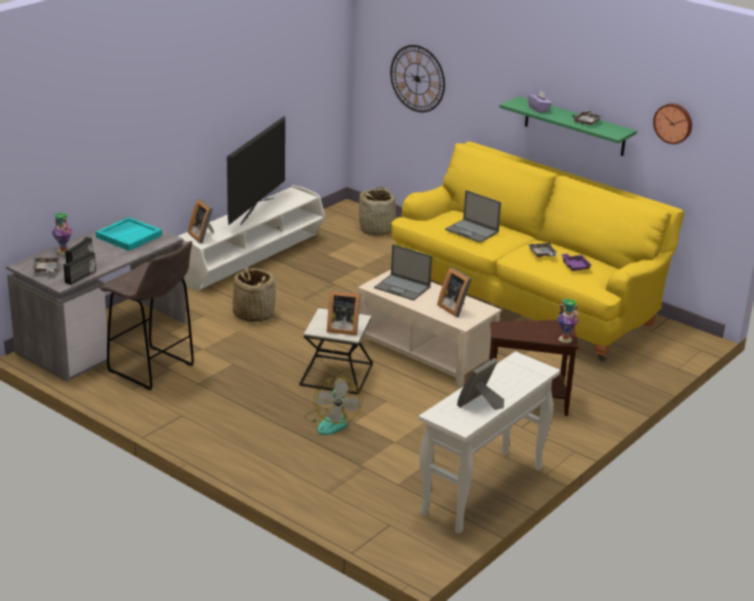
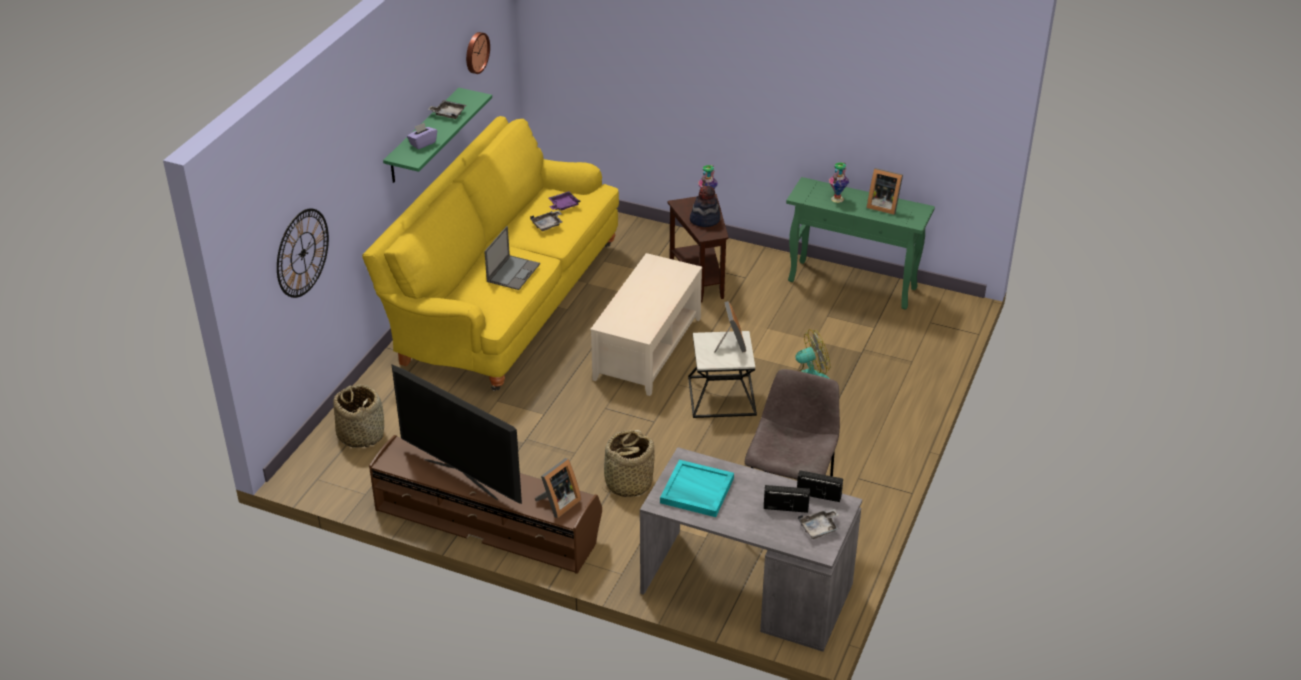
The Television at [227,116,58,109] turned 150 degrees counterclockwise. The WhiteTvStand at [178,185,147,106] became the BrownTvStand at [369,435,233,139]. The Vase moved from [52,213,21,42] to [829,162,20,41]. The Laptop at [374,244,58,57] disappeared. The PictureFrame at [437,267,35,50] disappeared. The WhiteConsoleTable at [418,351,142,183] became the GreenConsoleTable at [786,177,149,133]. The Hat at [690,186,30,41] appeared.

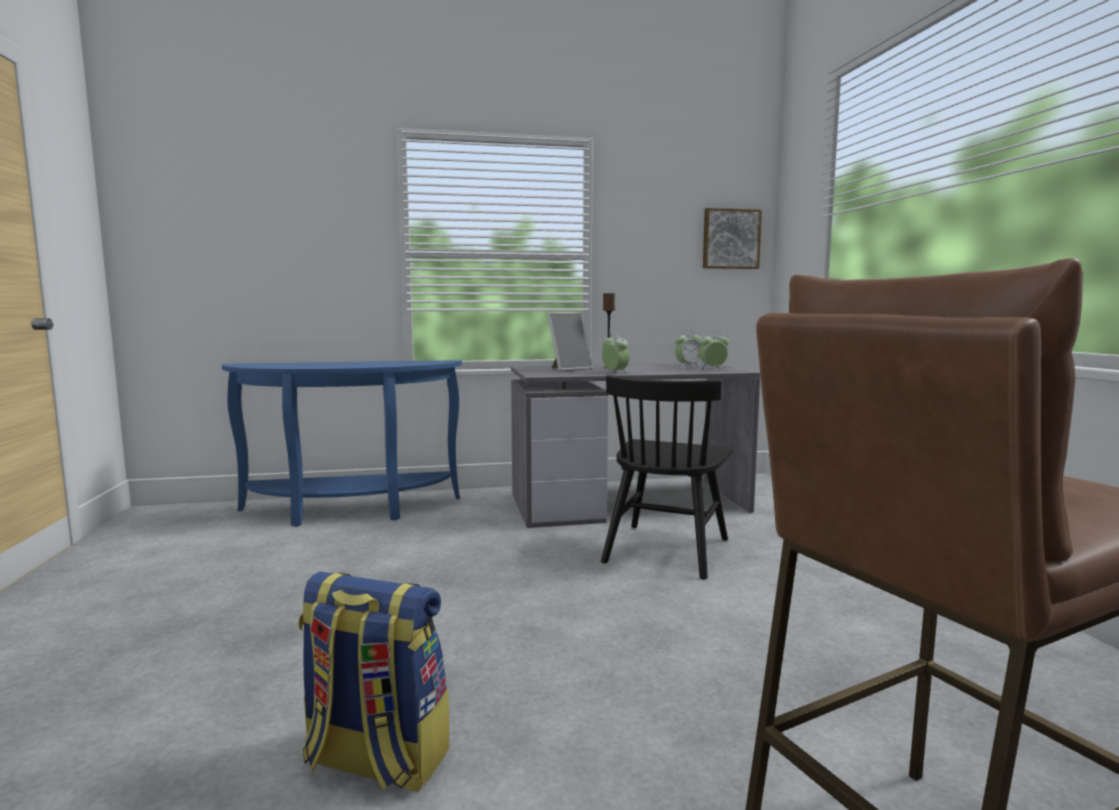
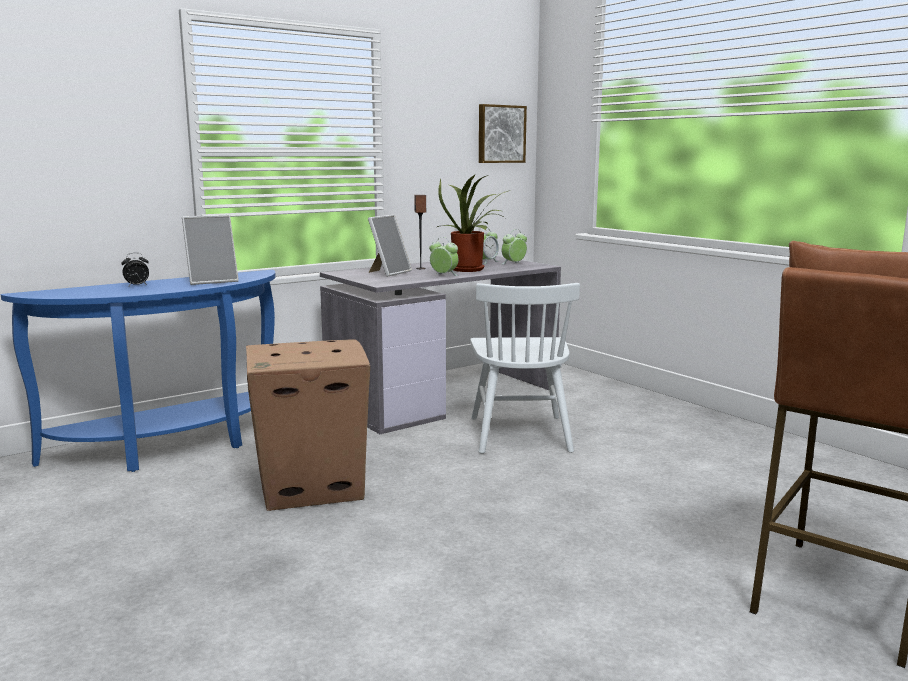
The BlackChair at [601,375,132,205] became the WhiteChair at [470,283,110,171]. The Backpack at [298,572,151,220] disappeared. The PottedPlant at [436,174,71,98] appeared. The PictureFrame at [182,215,57,70] appeared. The AlarmClock at [121,253,28,33] appeared. The CardboardBox at [246,339,124,172] appeared.

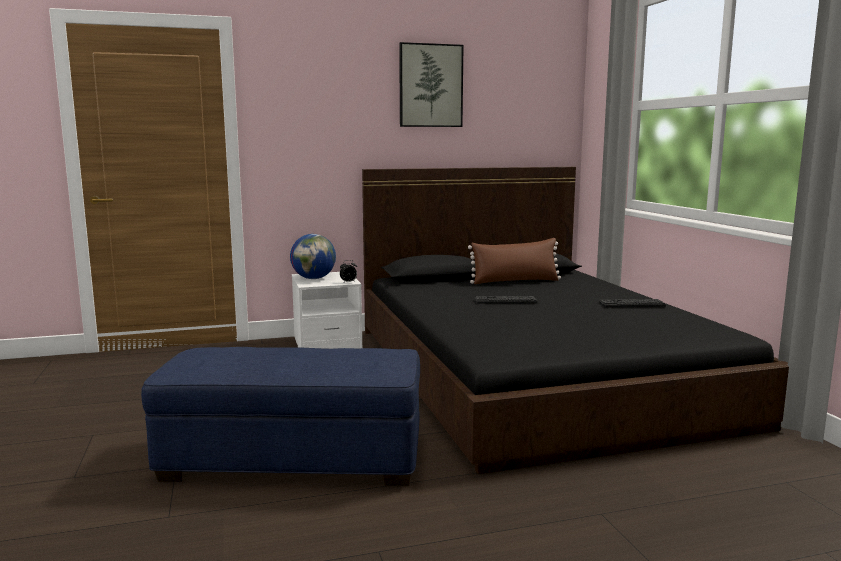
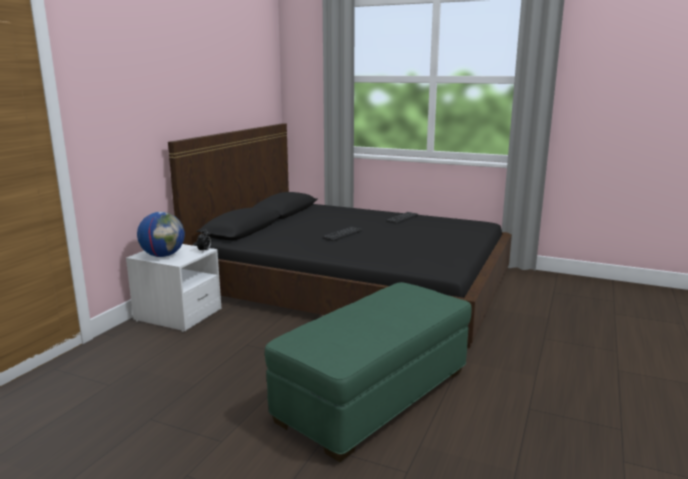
The Picture at [399,42,64,85] disappeared. The BrownPillow at [468,238,93,46] disappeared. The BlueOttoman at [141,347,279,139] became the GreenOttoman at [265,282,207,180].

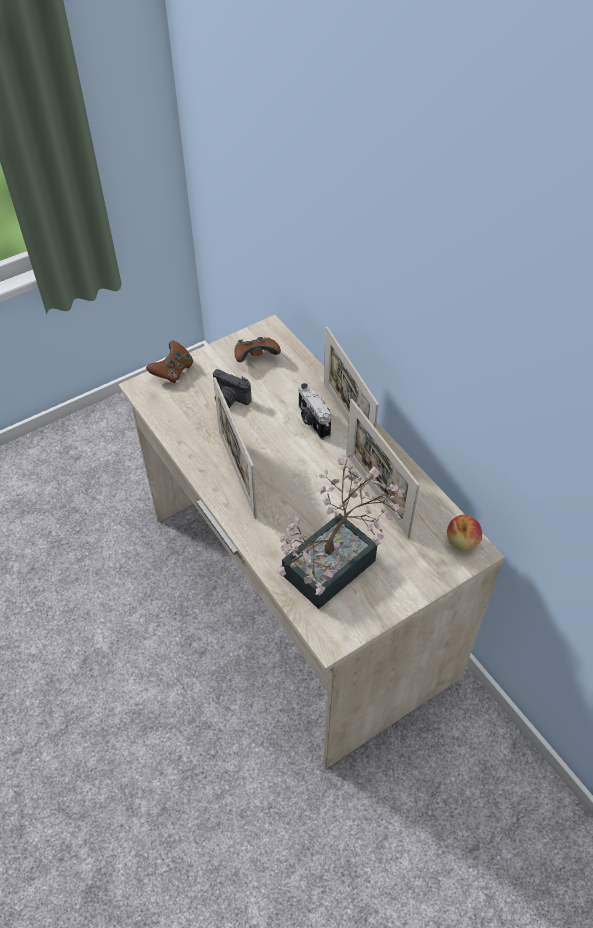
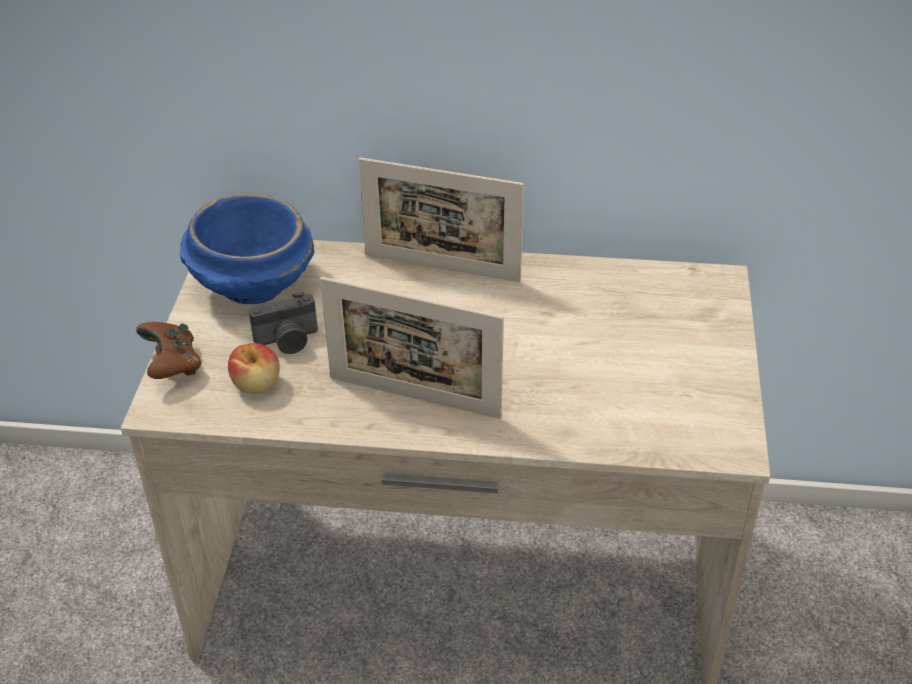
The BrownGameController at [235,337,46,25] was replaced by the BlueBowl at [180,193,134,111]. The PhotoCamera at [298,382,33,58] disappeared. The PictureFrame at [346,399,74,139] disappeared. The PottedPlant at [277,452,129,157] disappeared. The Apple moved from [447,515,35,36] to [228,343,52,51].

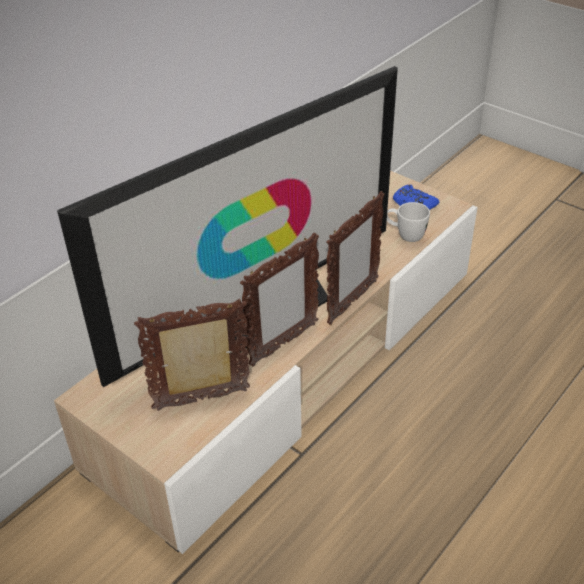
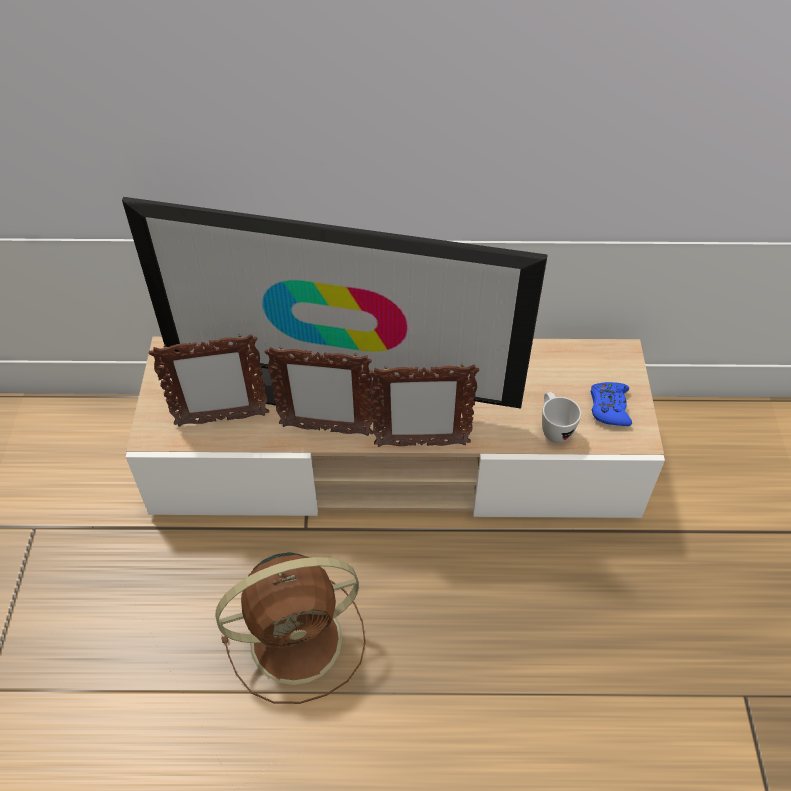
The PictureFrame at [134,299,116,112] turned 135 degrees clockwise. The BrownFan at [215,552,151,152] appeared.

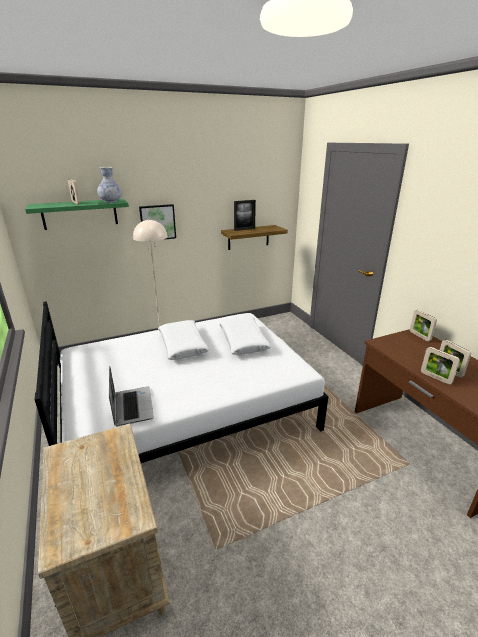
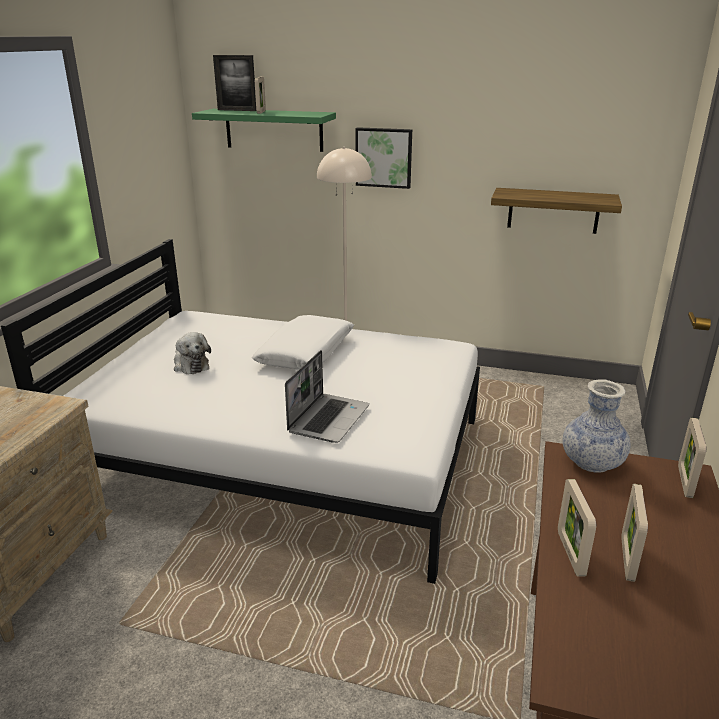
The Vase moved from [97,167,25,35] to [563,379,68,94]. The PictureFrame moved from [234,200,22,31] to [213,55,43,56]. The WhitePillow at [219,317,53,38] disappeared. The Laptop moved from [109,367,45,59] to [285,350,84,93]. The PlushToy at [174,332,37,42] appeared.

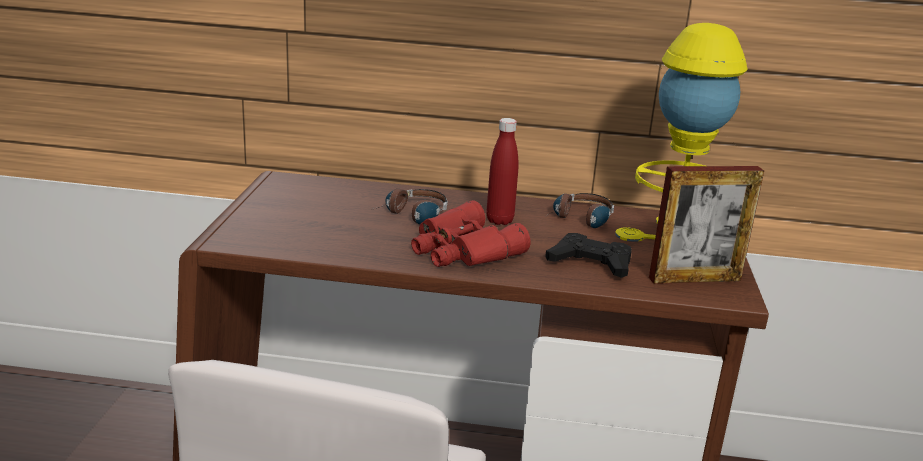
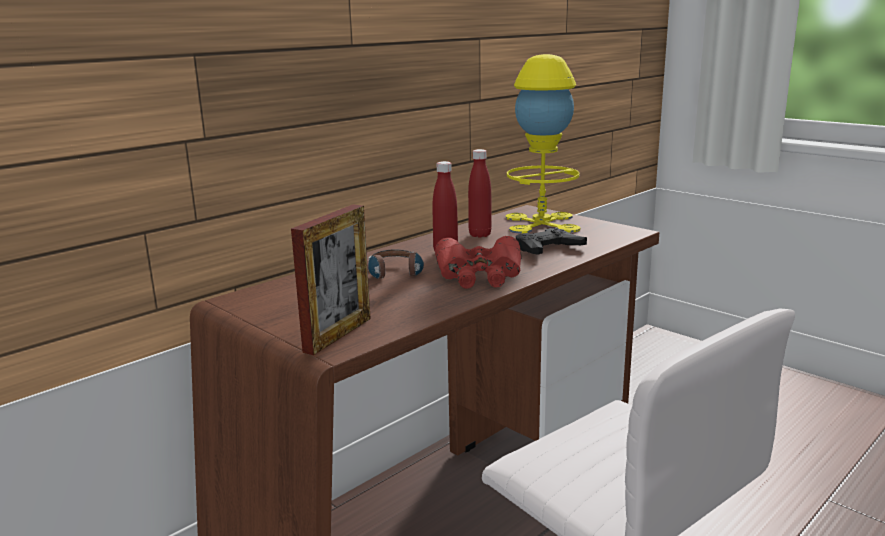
The PictureFrame moved from [649,166,115,118] to [291,204,80,151]. The Headphones at [545,193,69,35] was replaced by the RedBottle at [468,149,24,89].

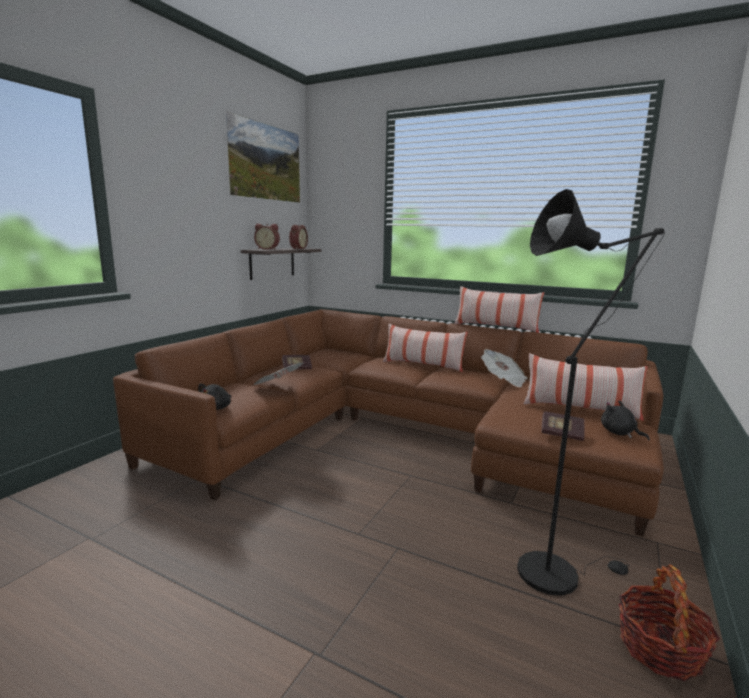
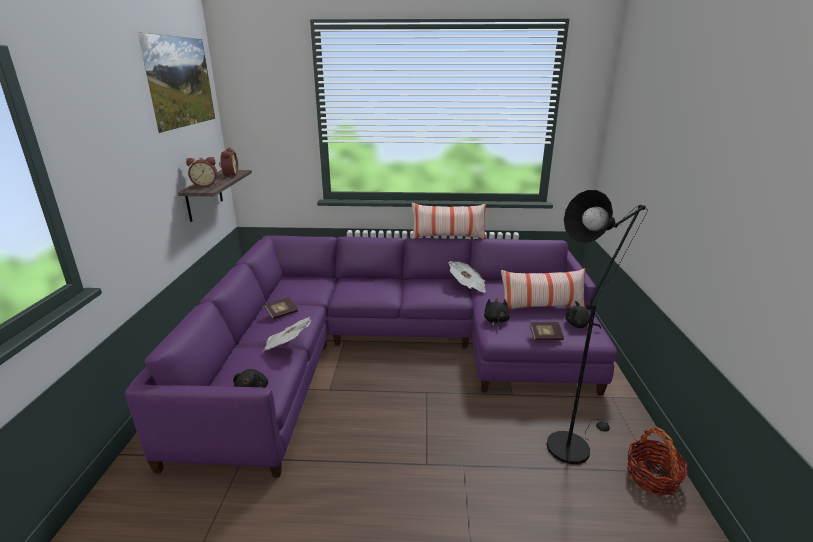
The BrownSofa at [113,309,551,227] became the PurpleSofa at [125,236,492,242]. The Pillow at [383,324,85,48] disappeared. The BlackPlushToy at [484,298,26,32] appeared.

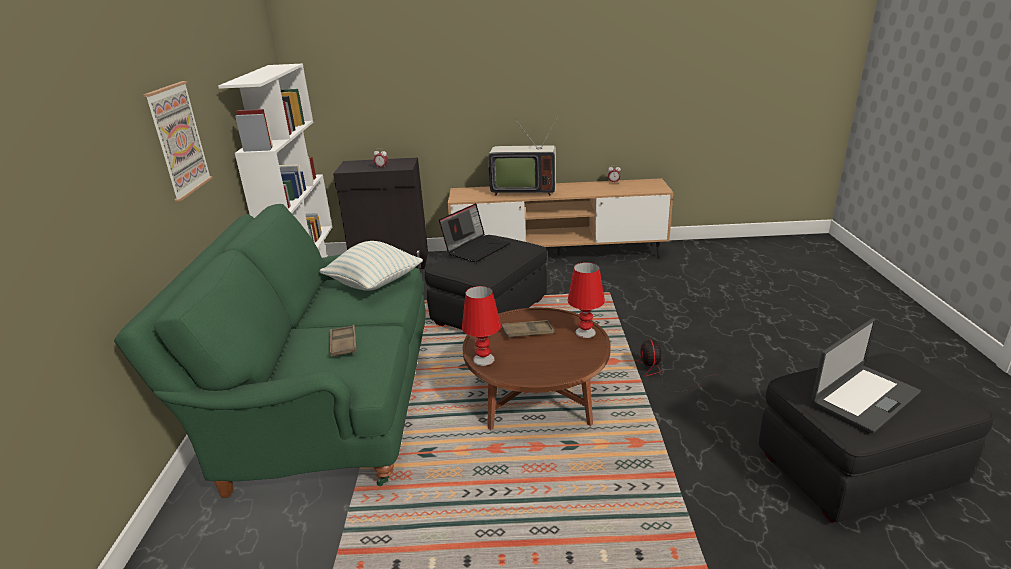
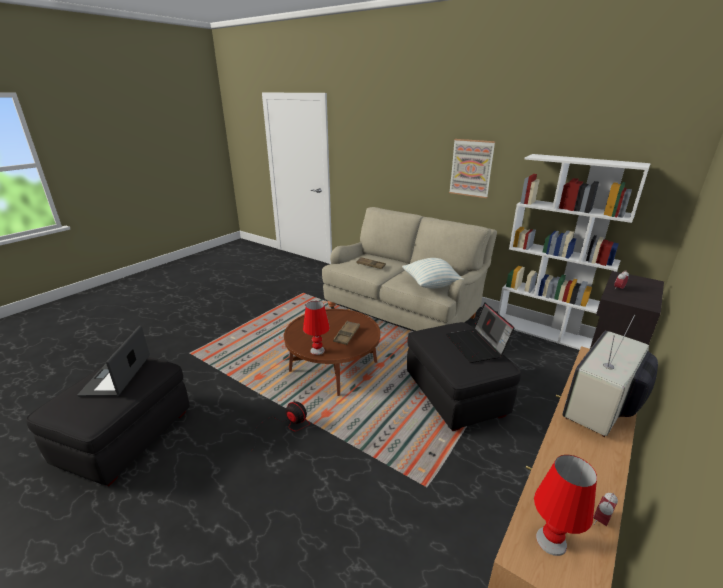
The GreenSofa at [114,204,312,294] became the BeigeSofa at [322,207,175,124]. The RedTableLamp moved from [462,286,39,80] to [534,455,63,101].

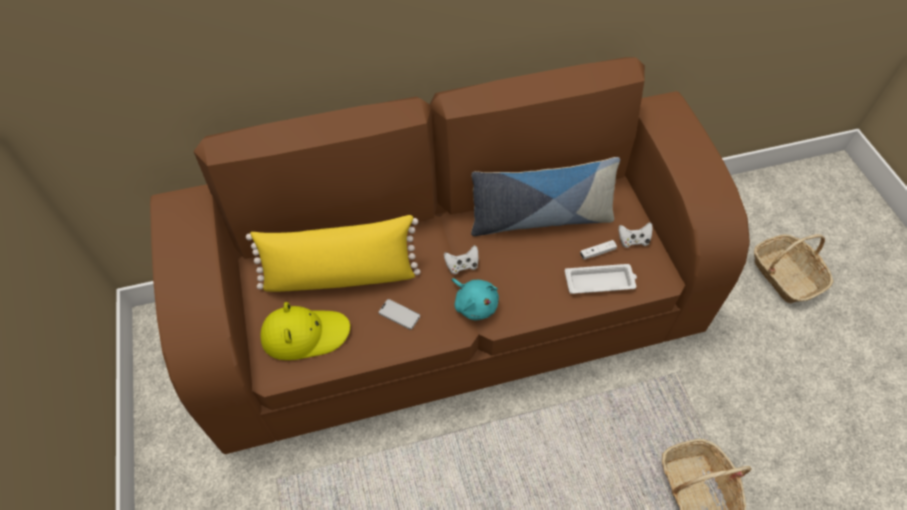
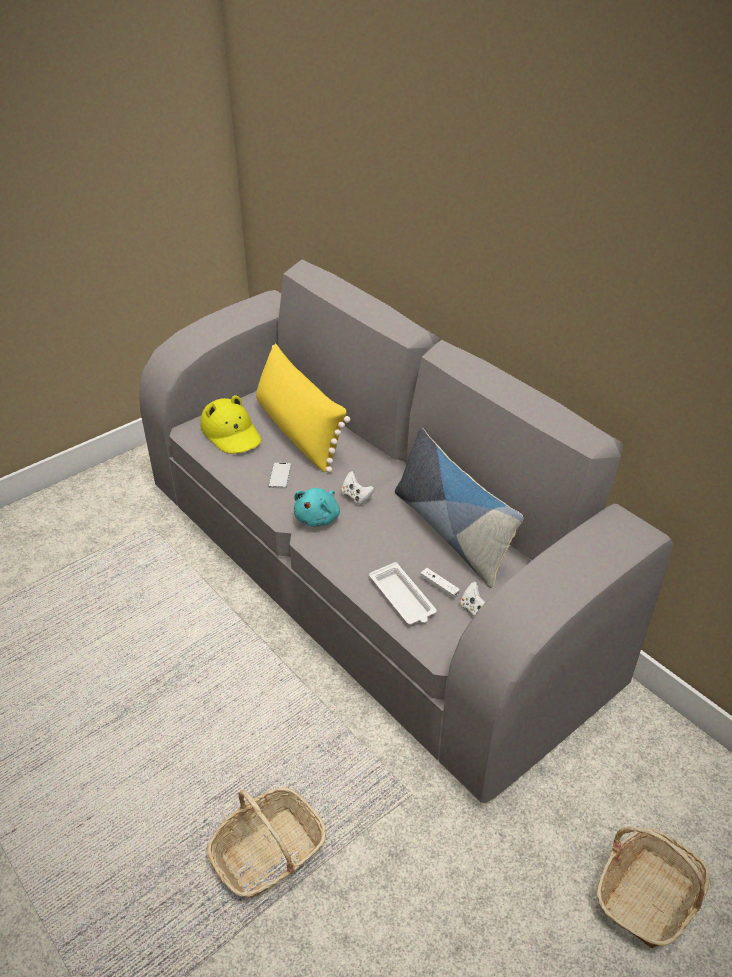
The BrownSofa at [150,57,600,397] became the GreySofa at [139,260,533,543].

